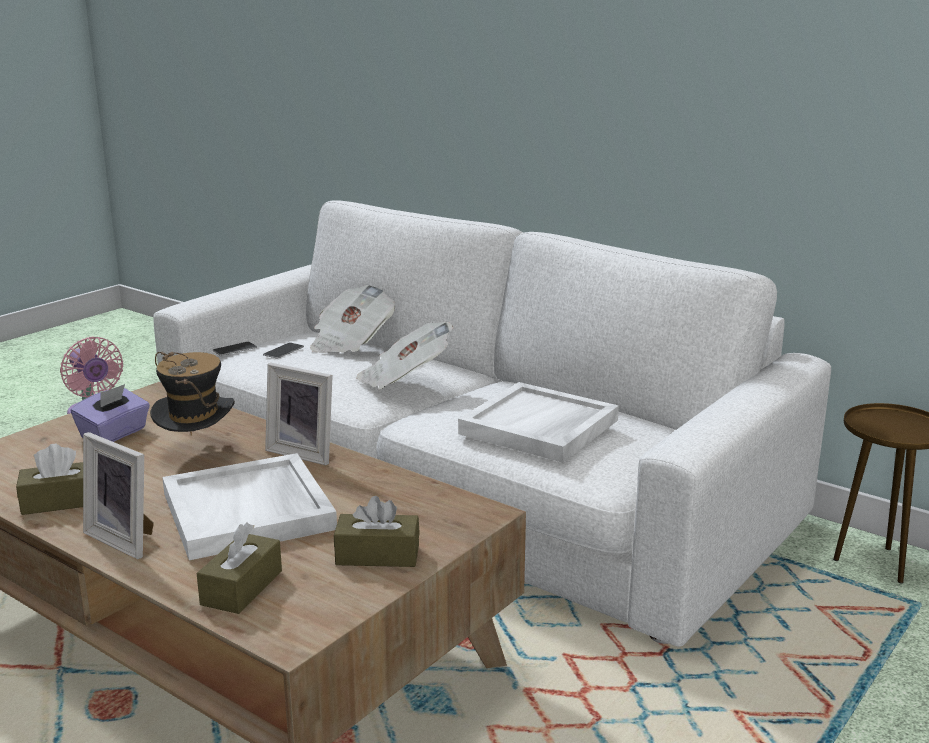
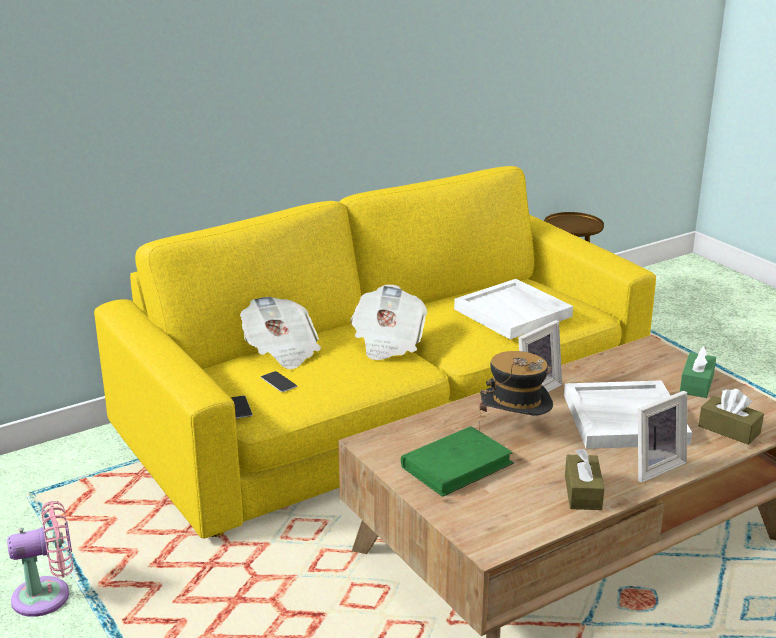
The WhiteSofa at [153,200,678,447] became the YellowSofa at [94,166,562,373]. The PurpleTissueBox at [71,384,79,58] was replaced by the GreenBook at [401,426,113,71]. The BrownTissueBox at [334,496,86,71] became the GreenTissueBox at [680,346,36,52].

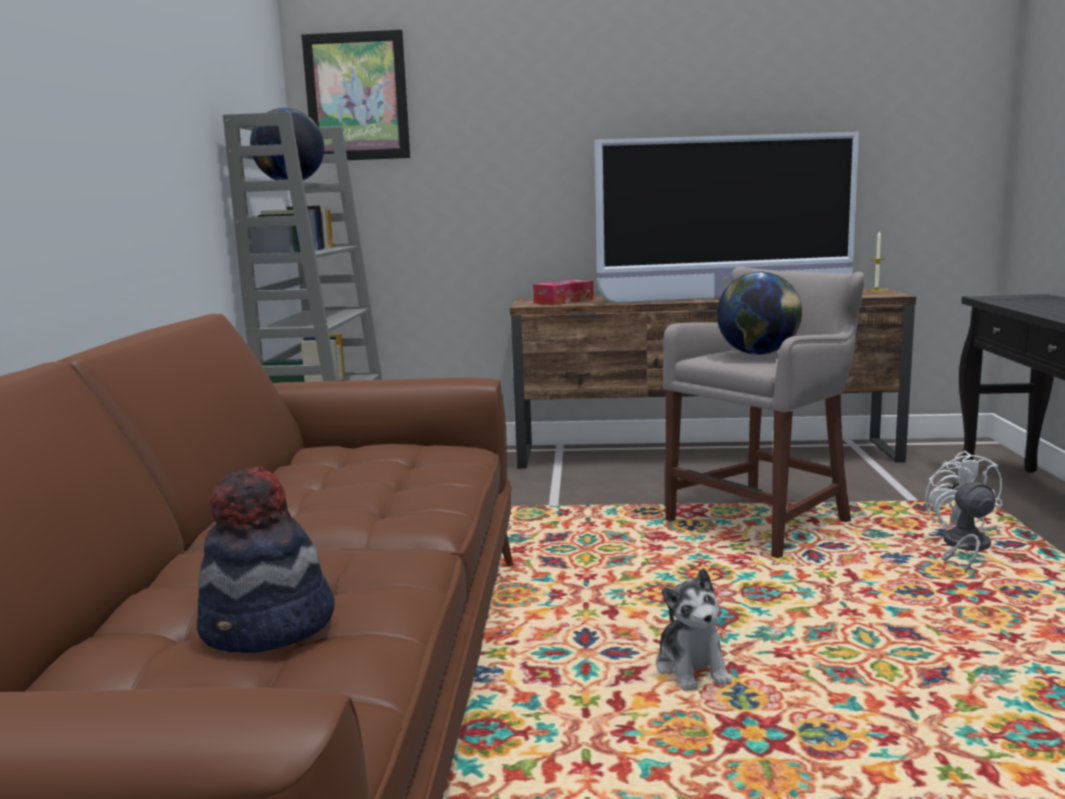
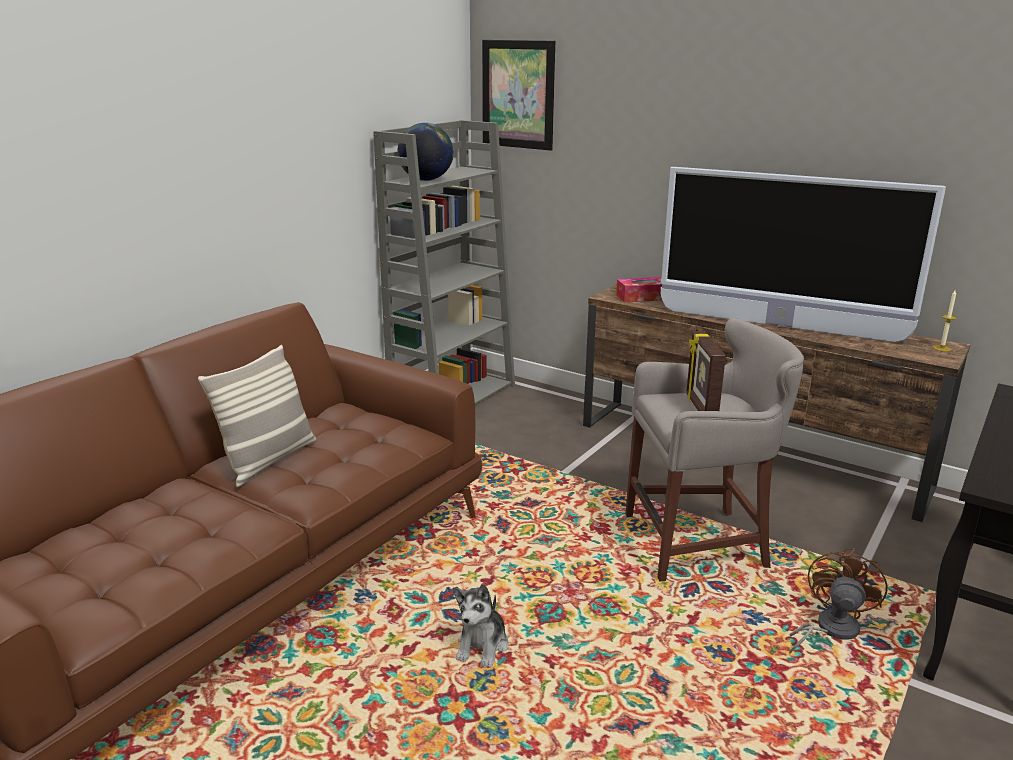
The Globe at [717,272,85,83] was replaced by the PictureFrame at [686,331,40,80]. The WhiteFan at [925,451,78,122] became the BrownFan at [789,548,99,106]. The Hat at [197,466,138,187] disappeared. The Pillow at [198,345,118,142] appeared.

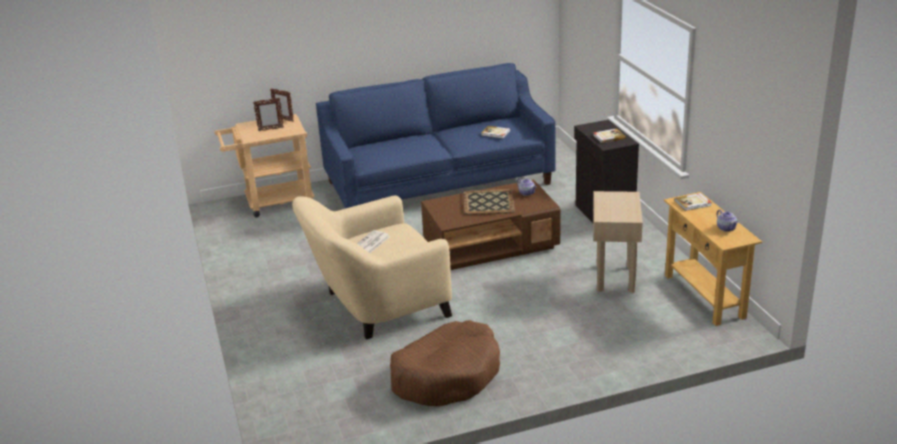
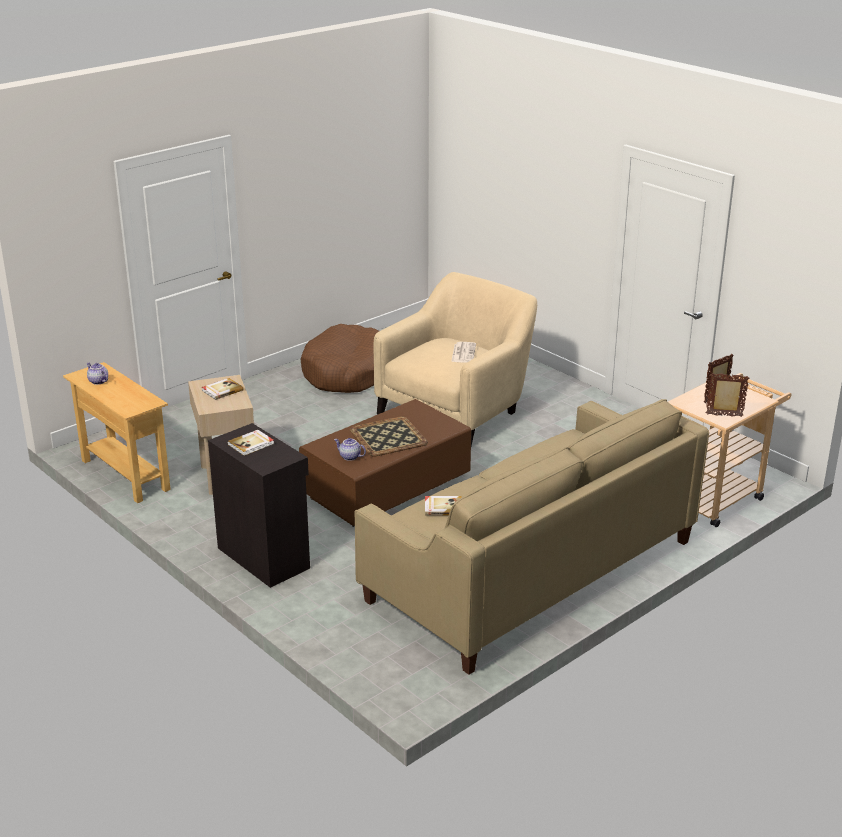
The BlueSofa at [316,63,240,146] became the BeigeSofa at [355,399,354,276]. The Book moved from [674,193,38,18] to [202,378,42,22].

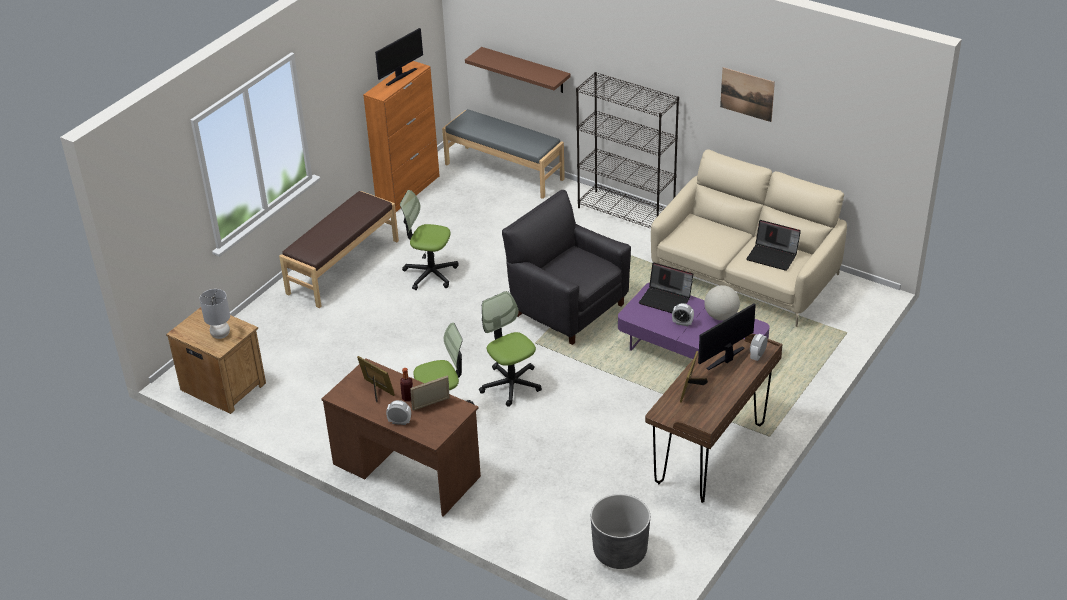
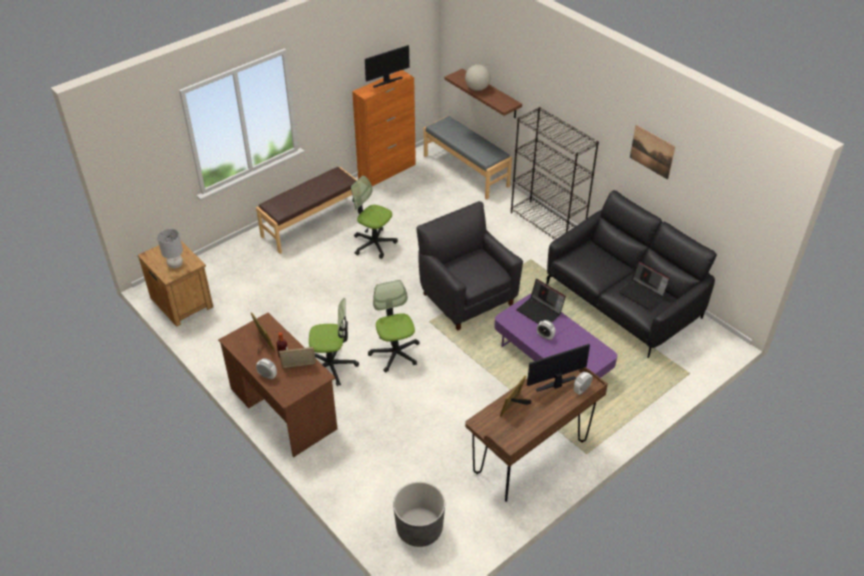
The BeigeSofa at [651,150,196,177] became the BlackSofa at [547,190,170,168]. The Globe moved from [704,285,36,36] to [465,65,26,26].

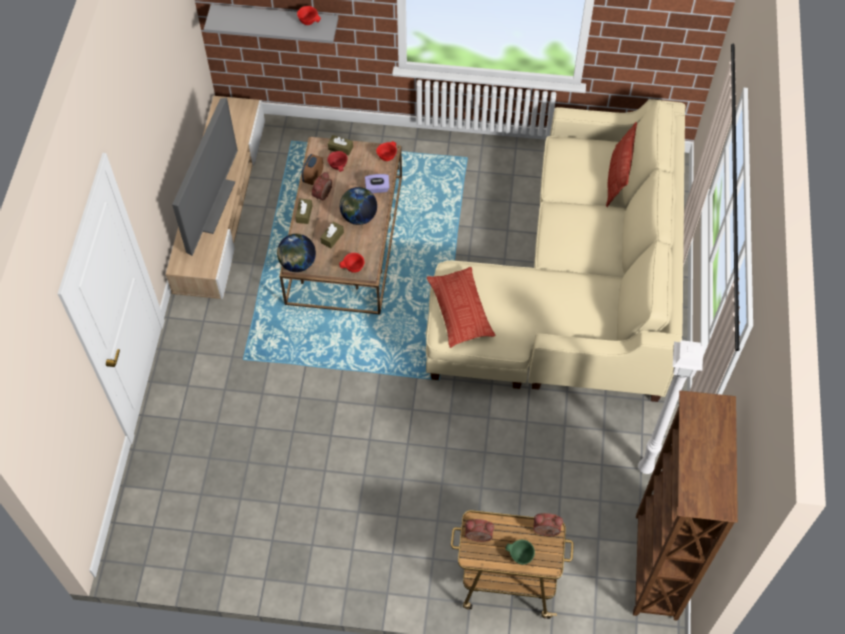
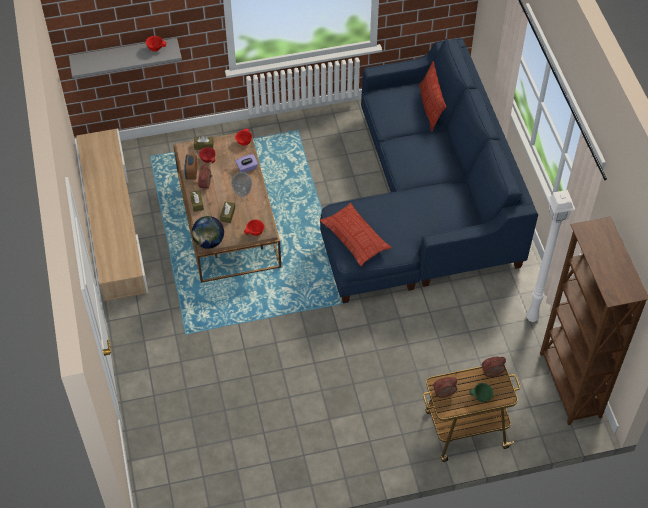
The Television at [172,98,66,158] disappeared. The BeigeSofa at [426,99,259,303] became the BlueSofa at [320,38,218,265]. The Globe at [339,187,38,38] was replaced by the Vase at [231,172,21,25].

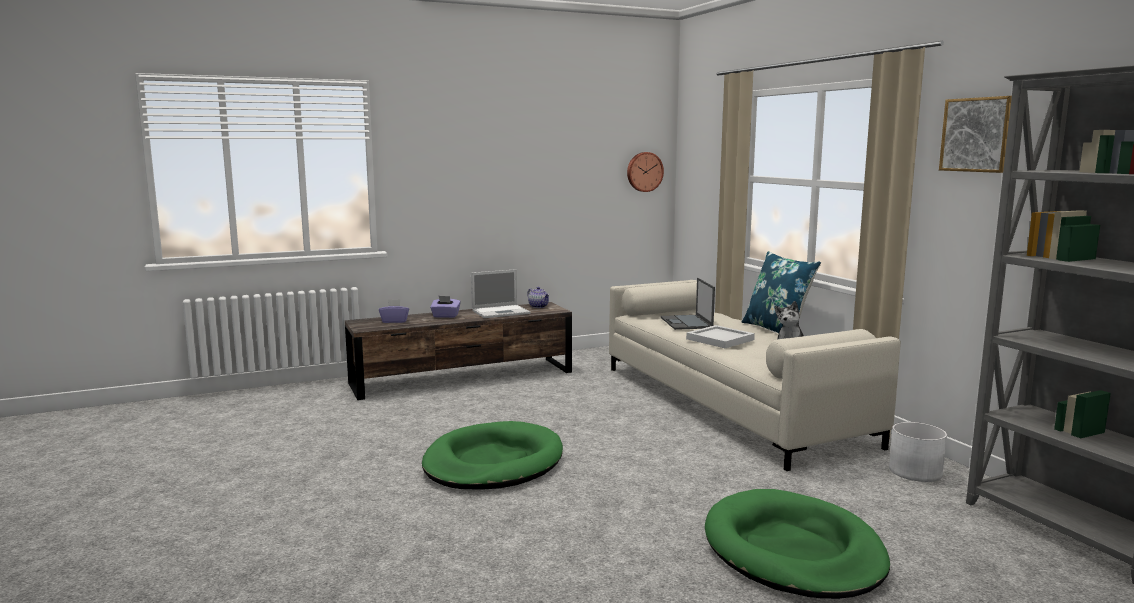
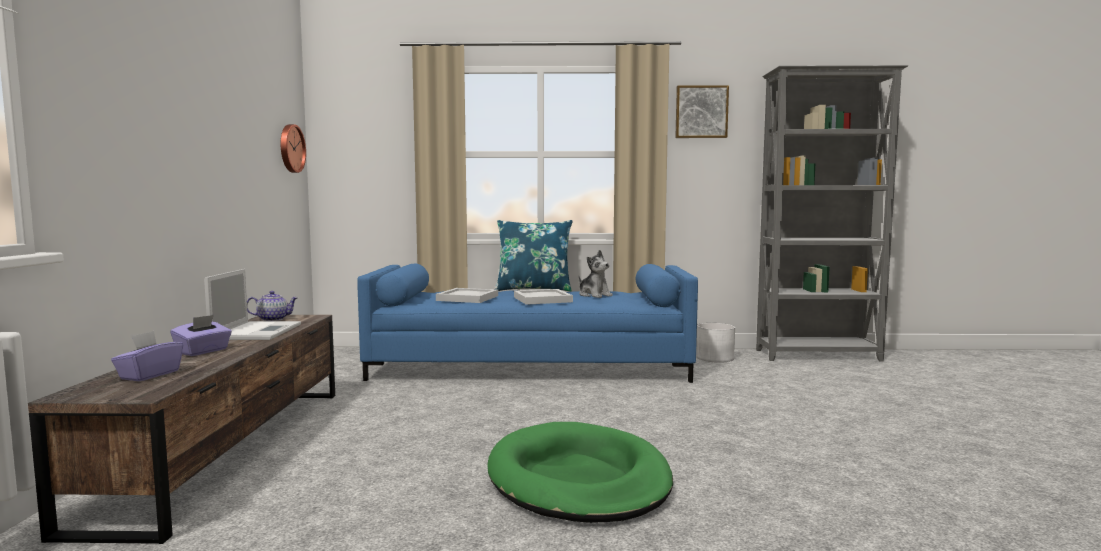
The Laptop at [661,278,54,52] was replaced by the WhiteTray at [436,288,62,15]. The BeigeSofa at [609,280,292,191] became the BlueSofa at [357,264,341,119]. The GreenDogBed at [705,489,185,110] disappeared.

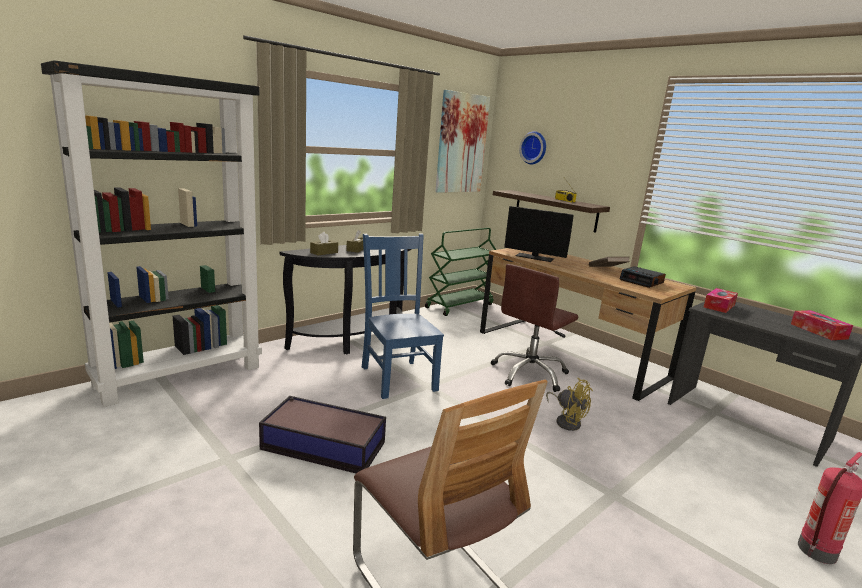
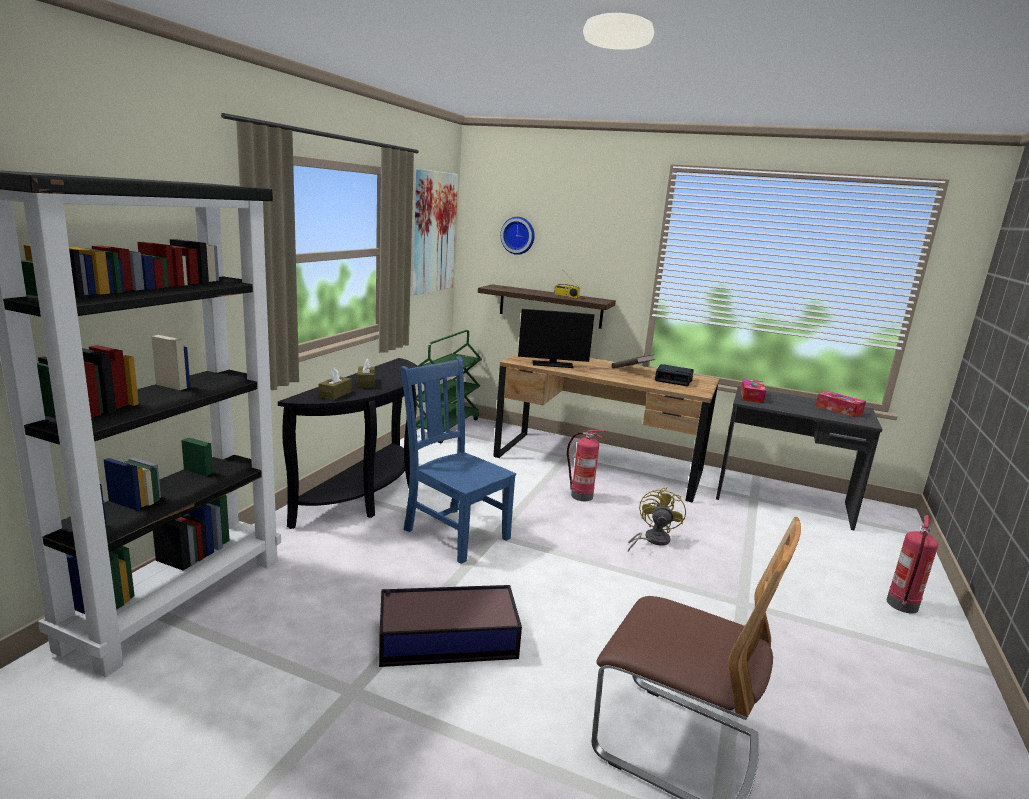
The BrownOfficeChair at [491,264,87,128] was replaced by the FireExtinguisher at [567,430,38,71]. The YellowFan at [546,378,47,53] turned 90 degrees counterclockwise.

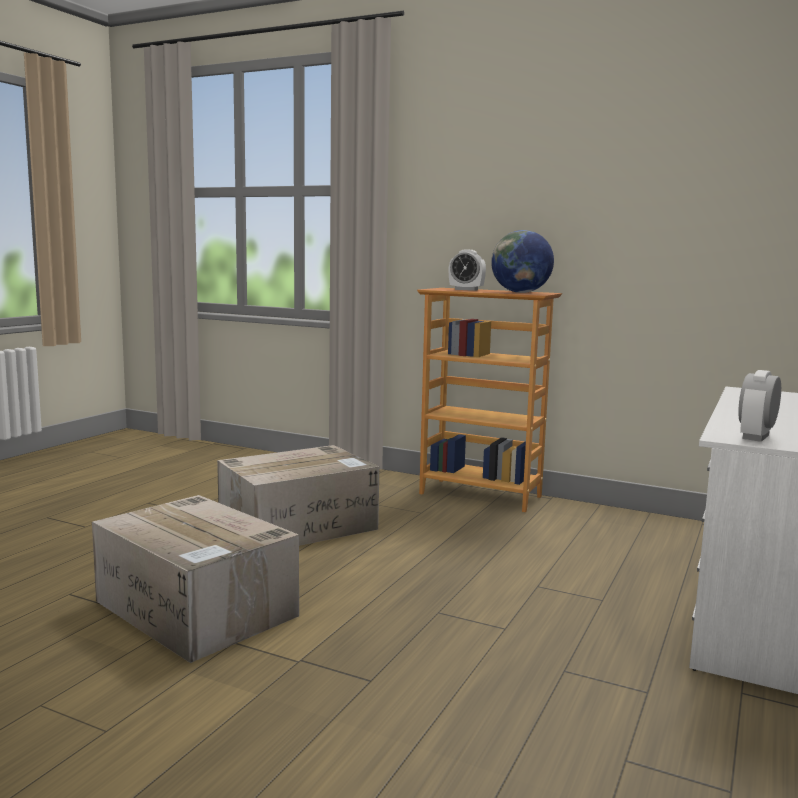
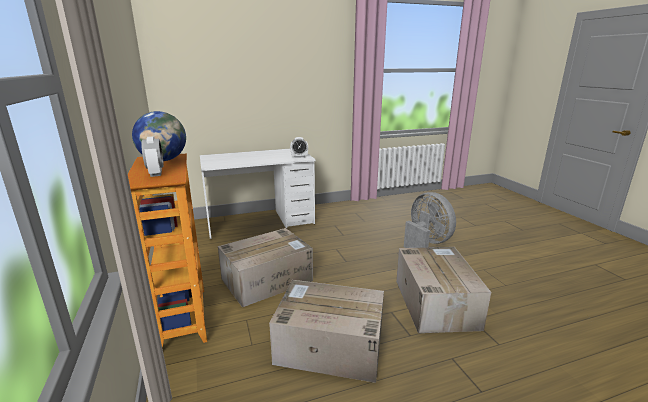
The GreyFan at [404,192,52,56] appeared. The CardboardBox at [218,228,95,79] appeared.

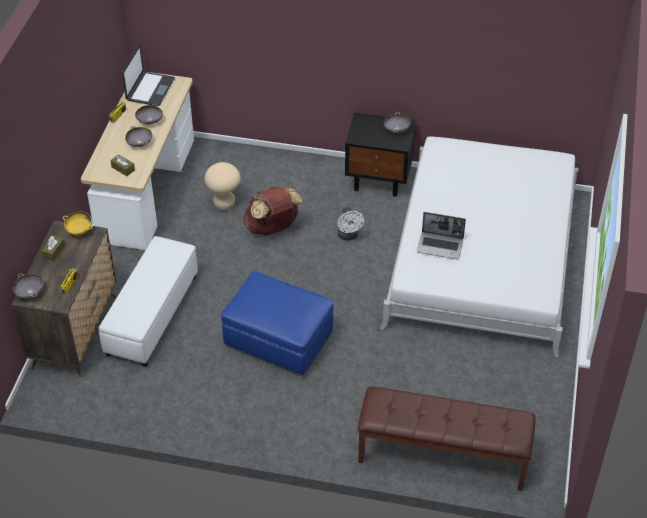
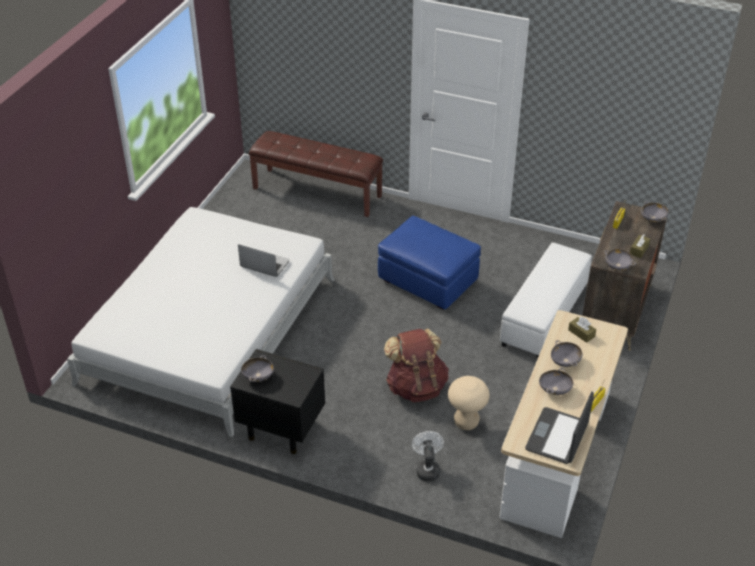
The WhiteFan moved from [338,207,26,34] to [412,431,32,50]. The YellowBowl at [63,212,30,23] became the GreyBowl at [604,249,32,22].

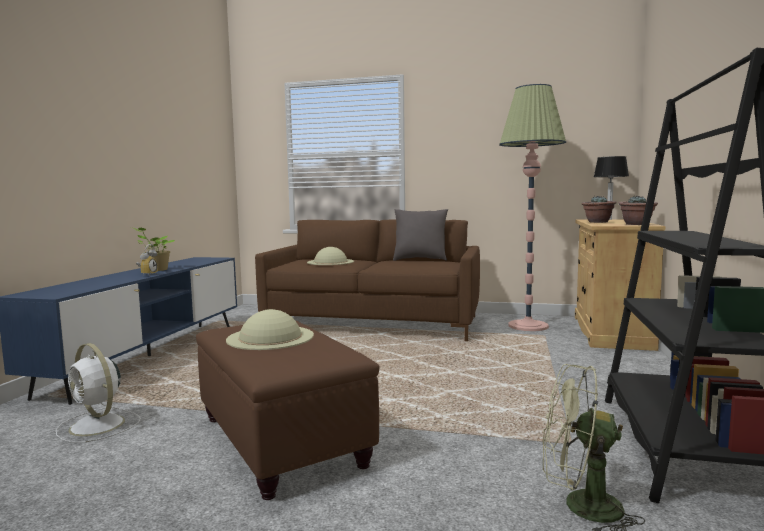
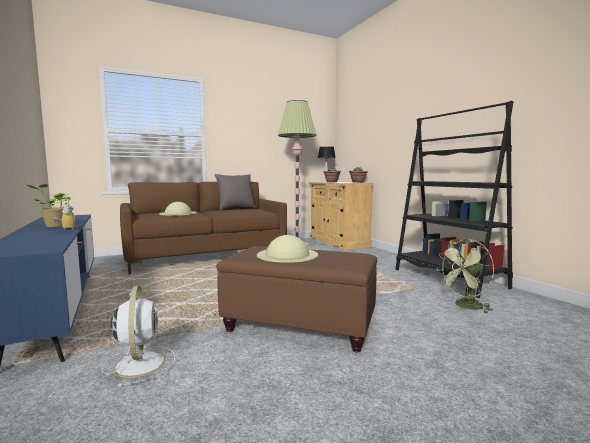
The WhiteFan at [56,343,85,100] turned 105 degrees counterclockwise.

